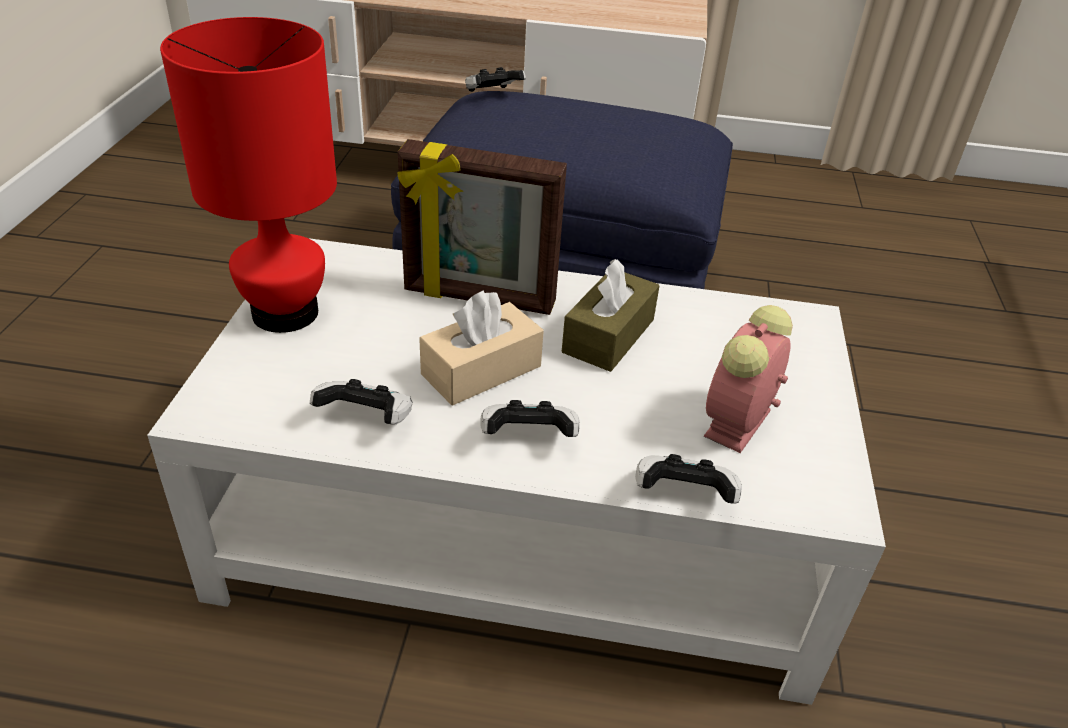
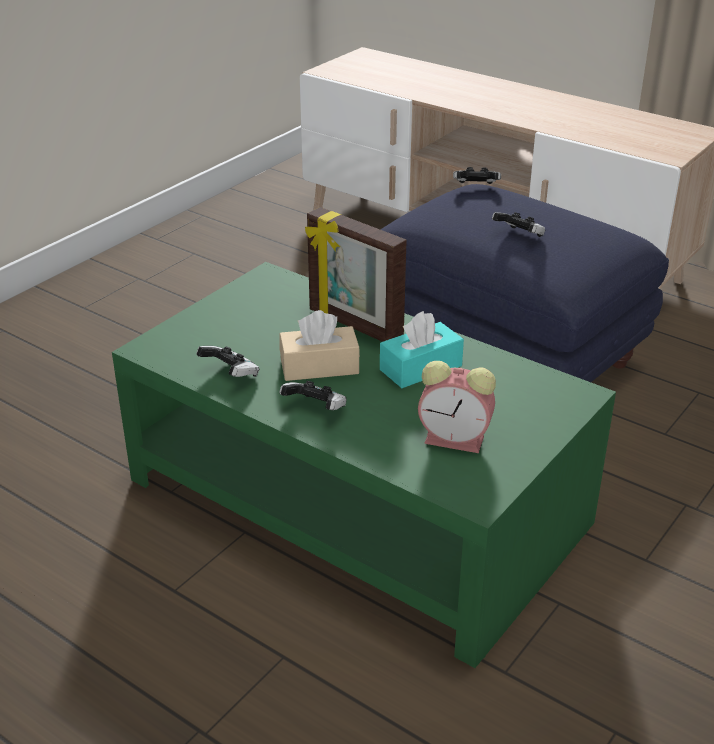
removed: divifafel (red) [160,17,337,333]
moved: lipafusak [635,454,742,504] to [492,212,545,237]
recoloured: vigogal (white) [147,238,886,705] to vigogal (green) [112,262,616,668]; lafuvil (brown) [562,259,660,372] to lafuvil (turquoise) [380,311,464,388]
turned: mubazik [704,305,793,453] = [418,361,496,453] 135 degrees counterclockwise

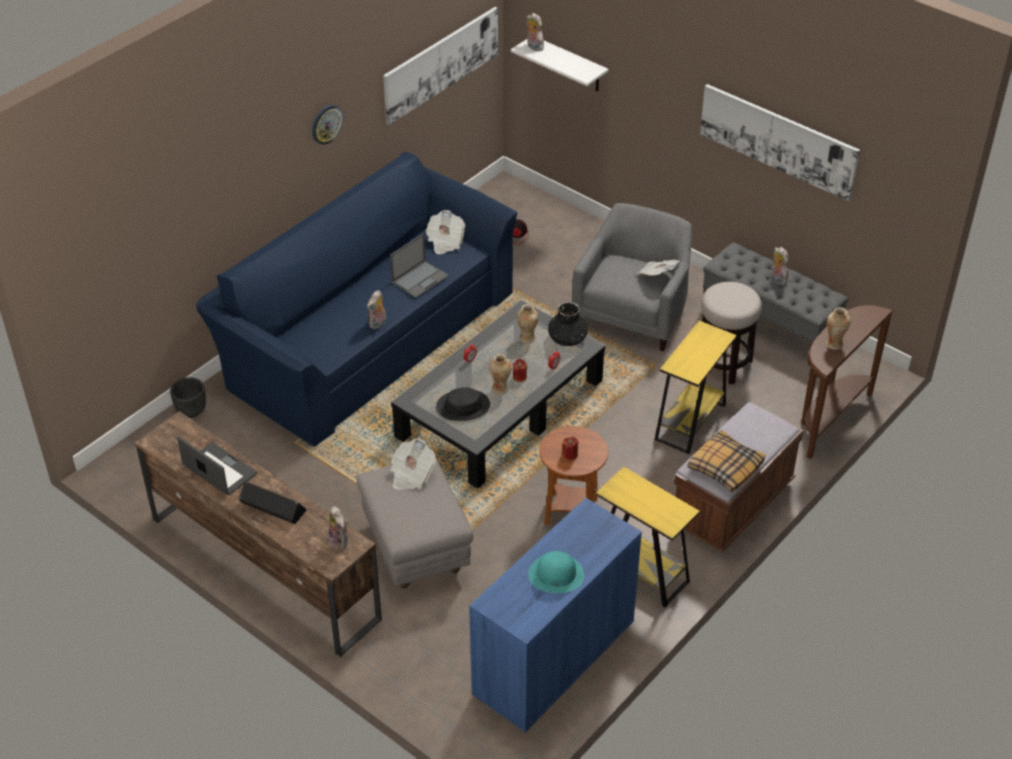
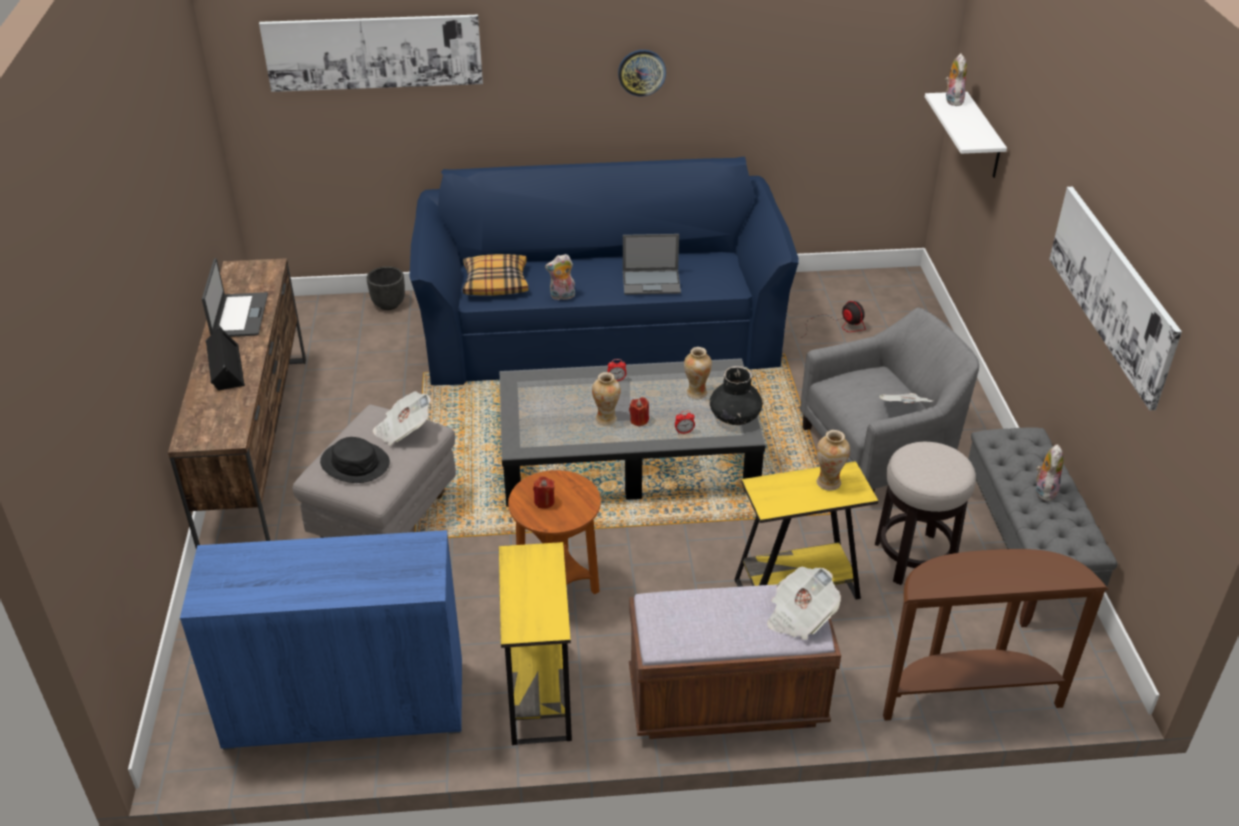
removed: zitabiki [328,506,349,550]; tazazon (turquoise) [528,551,584,593]
moved: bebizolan [383,7,498,125] to [259,15,483,92]; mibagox [425,210,465,254] to [767,567,841,640]; tazazon (black) [436,387,490,421] to [320,437,390,483]; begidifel [688,430,766,492] to [463,254,528,296]; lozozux [826,307,851,350] to [817,430,850,490]

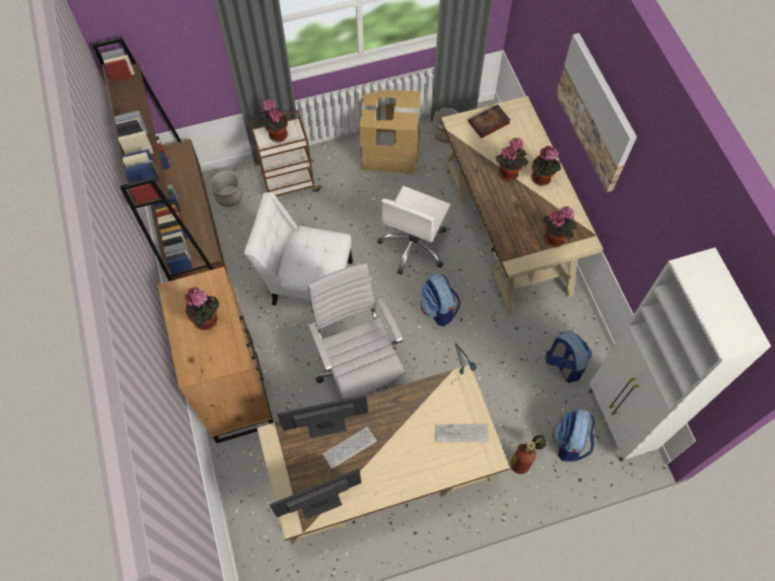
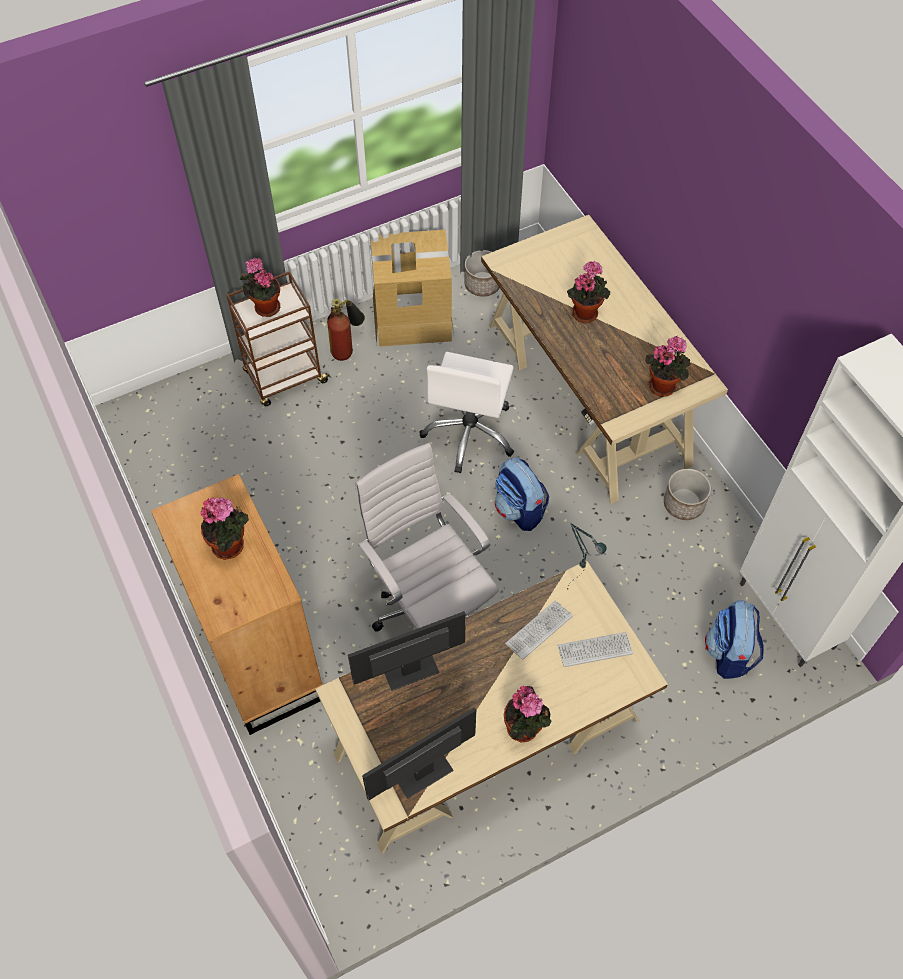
removed: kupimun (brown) [92,37,228,281]; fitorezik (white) [244,192,353,306]; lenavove [468,104,510,138]; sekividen [546,330,592,383]; bebizolan [556,33,637,192]
moved: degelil [211,171,243,207] to [664,469,711,520]; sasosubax [323,427,377,469] to [505,600,573,660]; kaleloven [511,435,546,474] to [327,298,365,361]; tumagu [532,146,561,186] to [504,686,551,743]

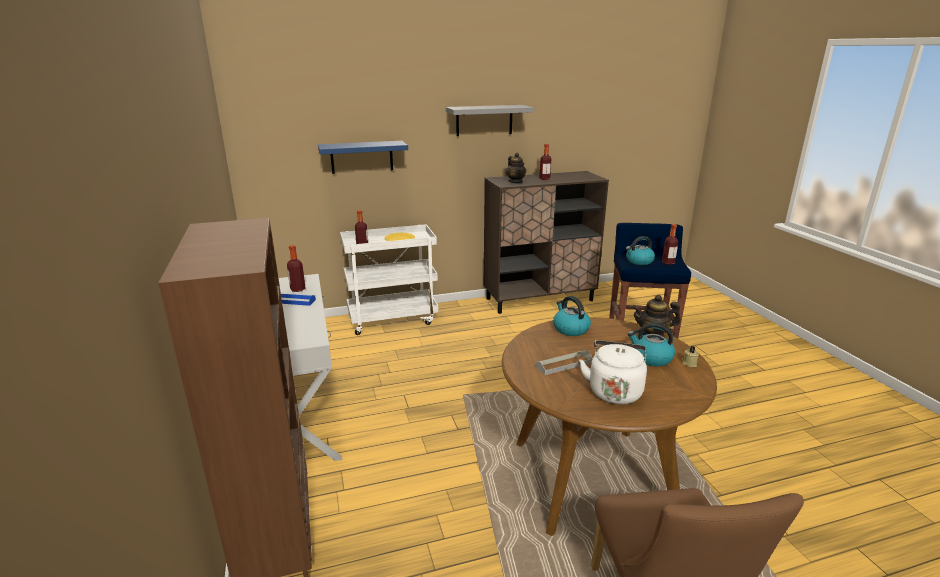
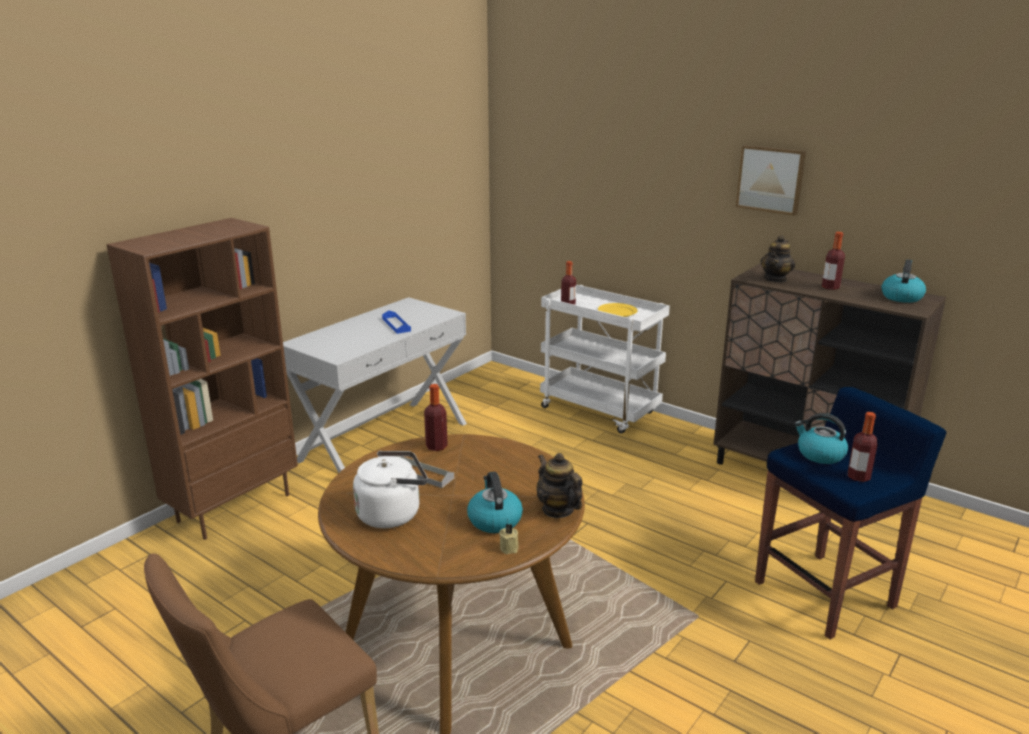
removed: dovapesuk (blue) [318,141,408,174]
moved: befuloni [287,245,306,292] to [424,384,448,451]; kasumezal [553,296,591,336] to [882,259,926,303]
replaced: dovapesuk (grey) [446,105,533,136] to bebizolan [736,145,806,216]

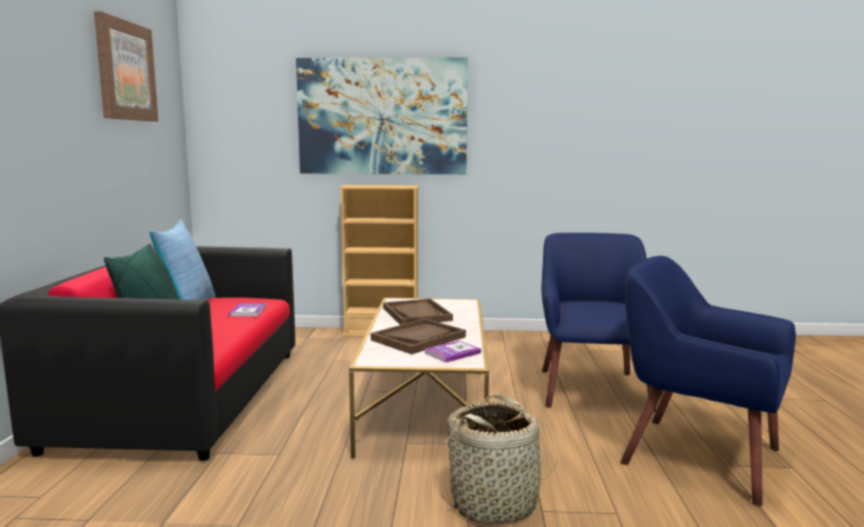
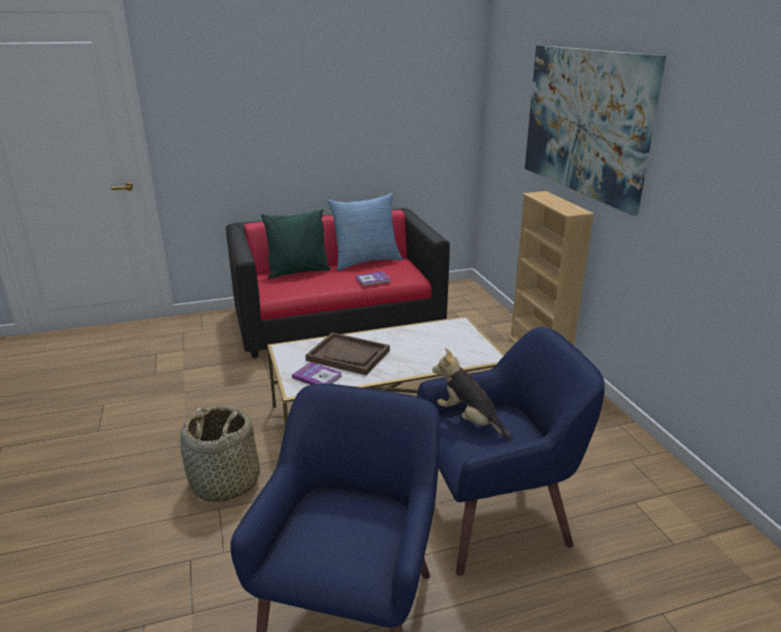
removed: bebizolan [94,11,158,121]; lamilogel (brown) [383,299,453,325]
added: zitabiki [432,348,513,441]

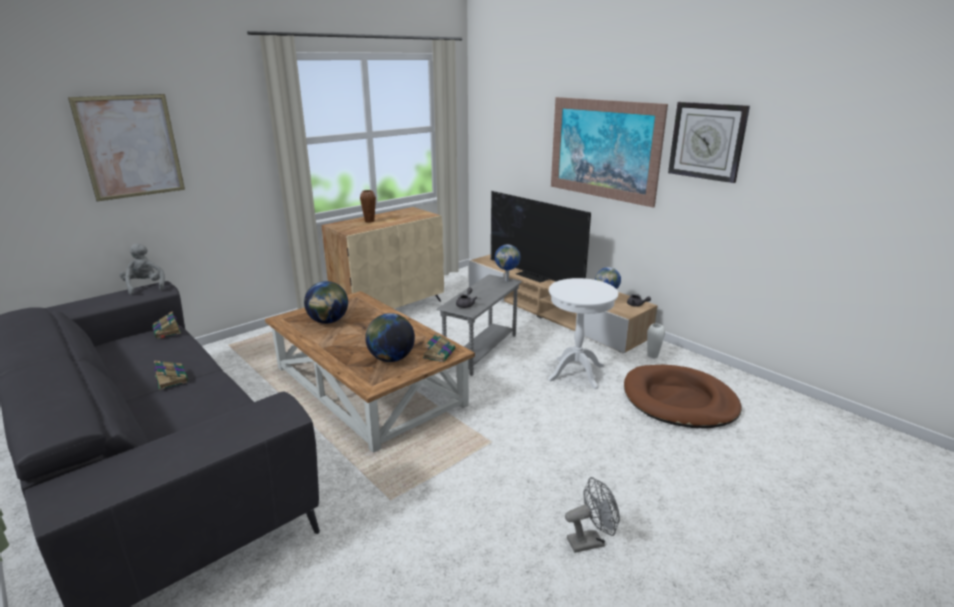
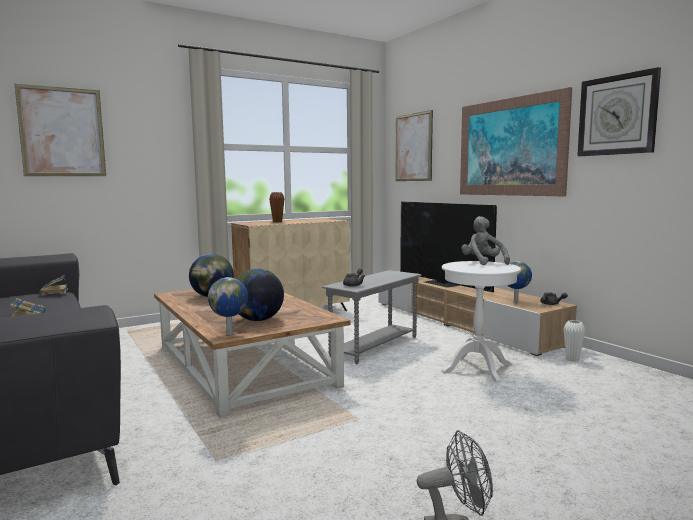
removed: lenavove [423,333,455,362]; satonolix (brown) [624,365,741,429]
added: bebizolan [396,110,433,181]
moved: zitabiki (grey) [120,243,165,294] to [461,216,510,265]; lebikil [495,244,520,281] to [208,277,248,335]

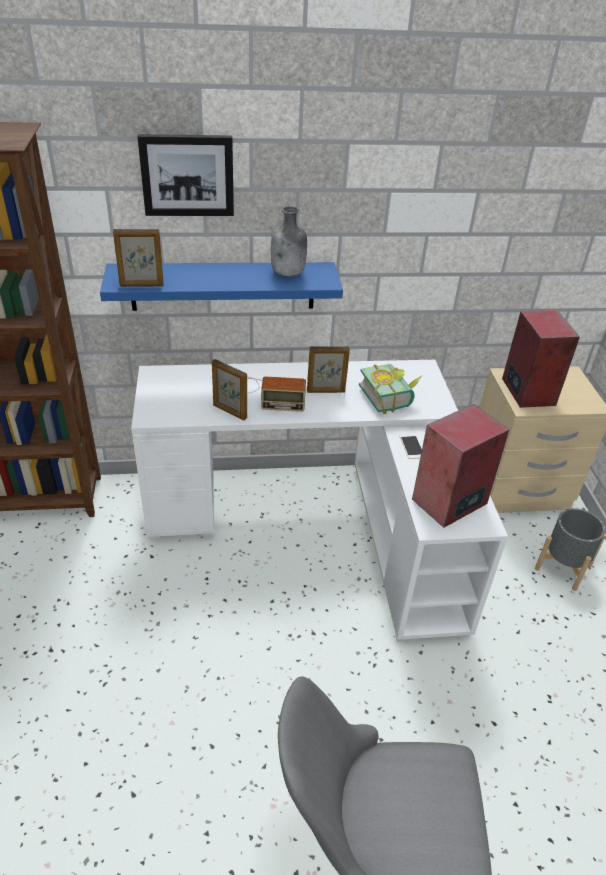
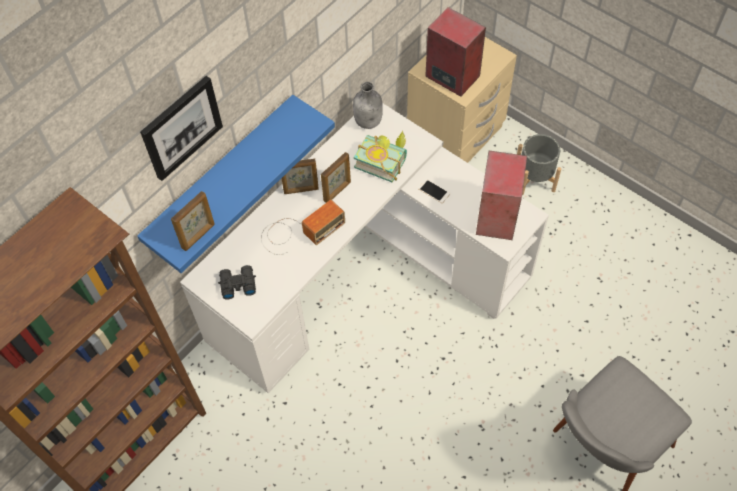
added: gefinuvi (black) [218,265,256,300]
moved: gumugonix [212,359,247,420] to [282,159,319,194]; befuloni (grey) [271,206,307,277] to [353,82,383,129]

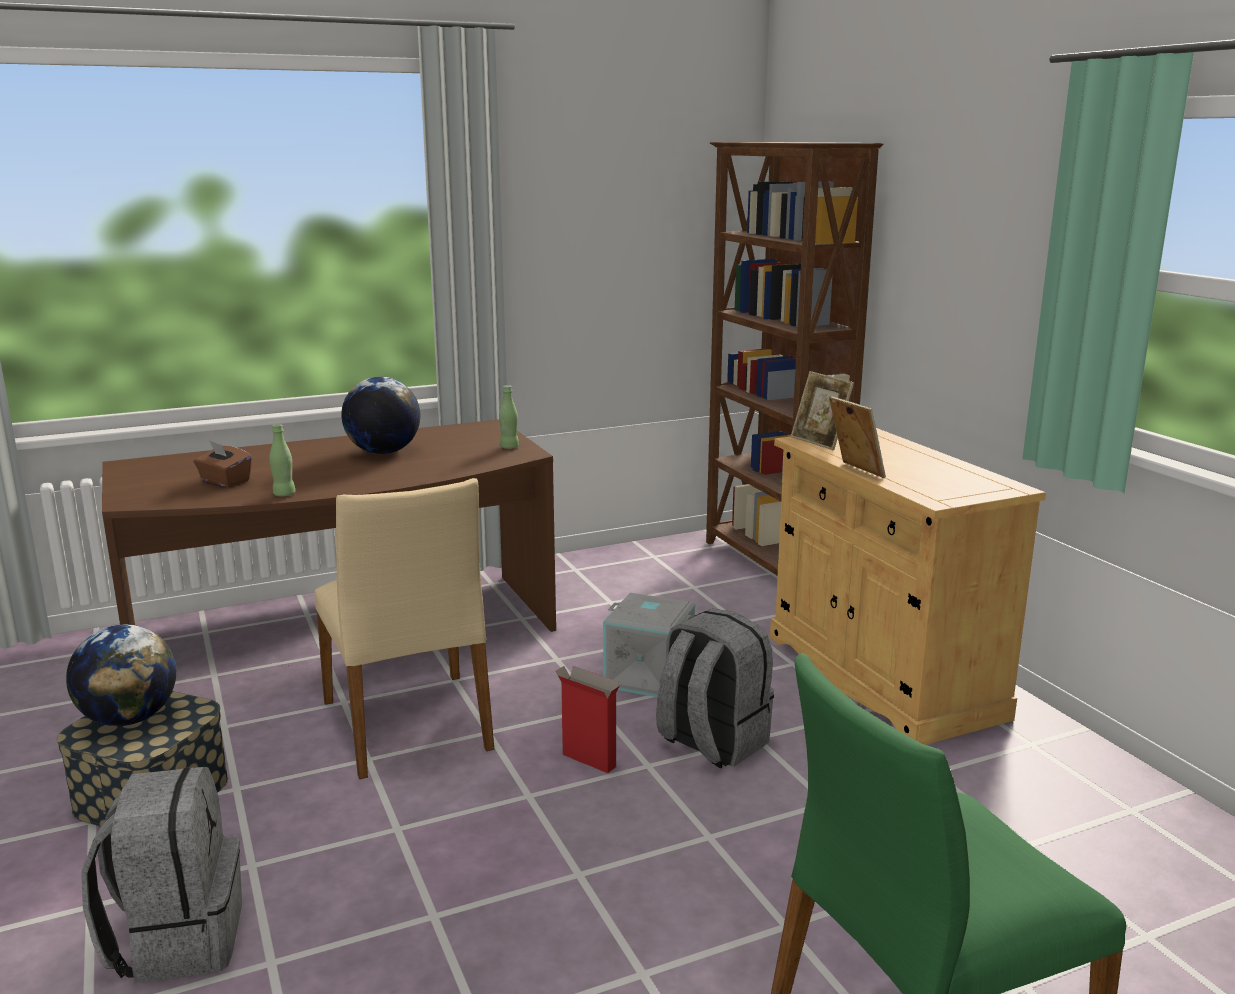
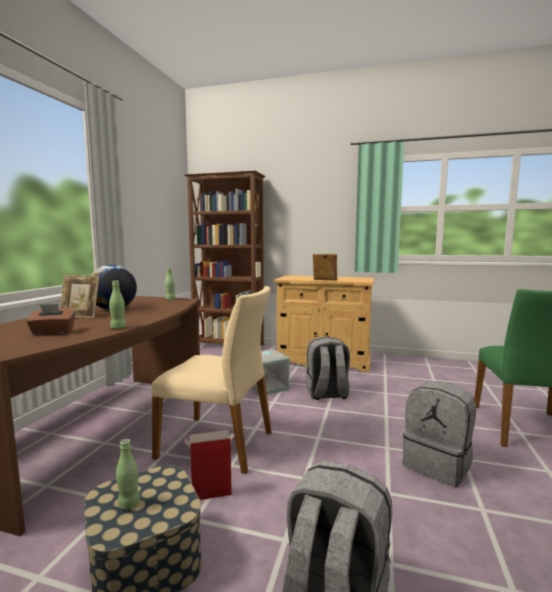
added: sekividen (grey) [403,381,476,487]
moved: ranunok [555,666,620,773] to [184,430,234,500]; gumugonix [791,371,854,450] to [60,275,99,318]
replaced: lebikil [66,624,176,726] to befuloni (green) [116,439,140,510]

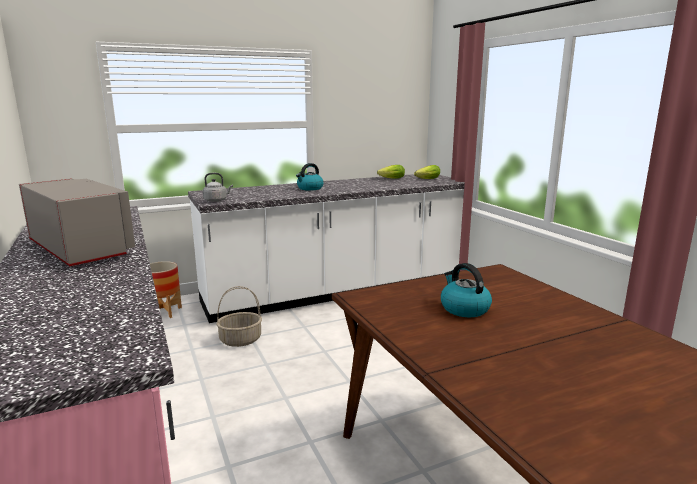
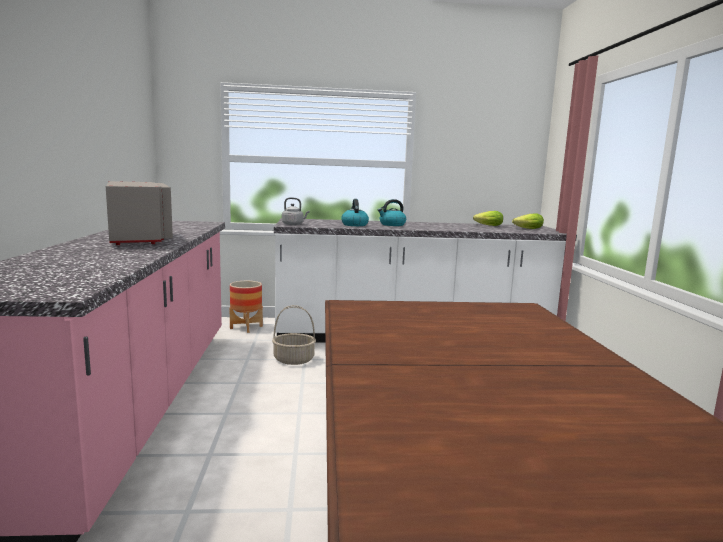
moved: kasumezal [441,263,492,317] to [341,199,369,226]

